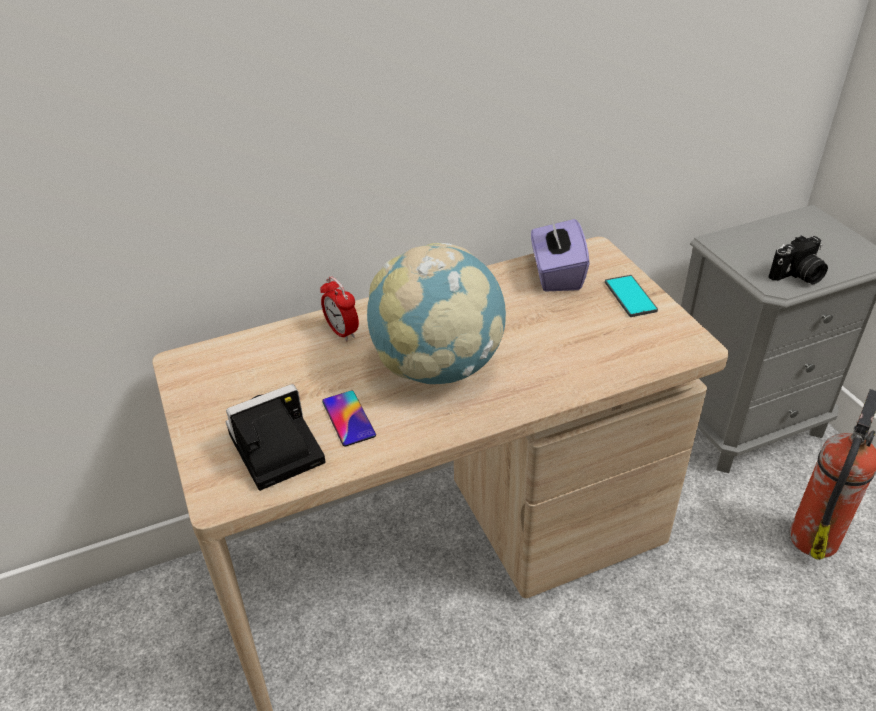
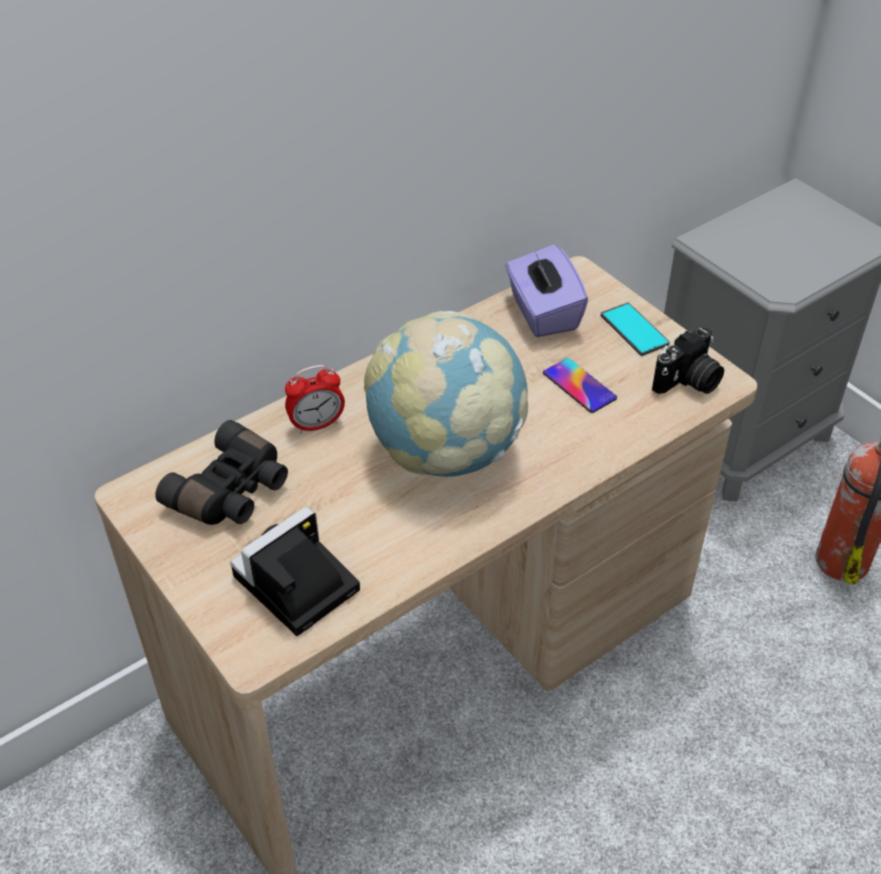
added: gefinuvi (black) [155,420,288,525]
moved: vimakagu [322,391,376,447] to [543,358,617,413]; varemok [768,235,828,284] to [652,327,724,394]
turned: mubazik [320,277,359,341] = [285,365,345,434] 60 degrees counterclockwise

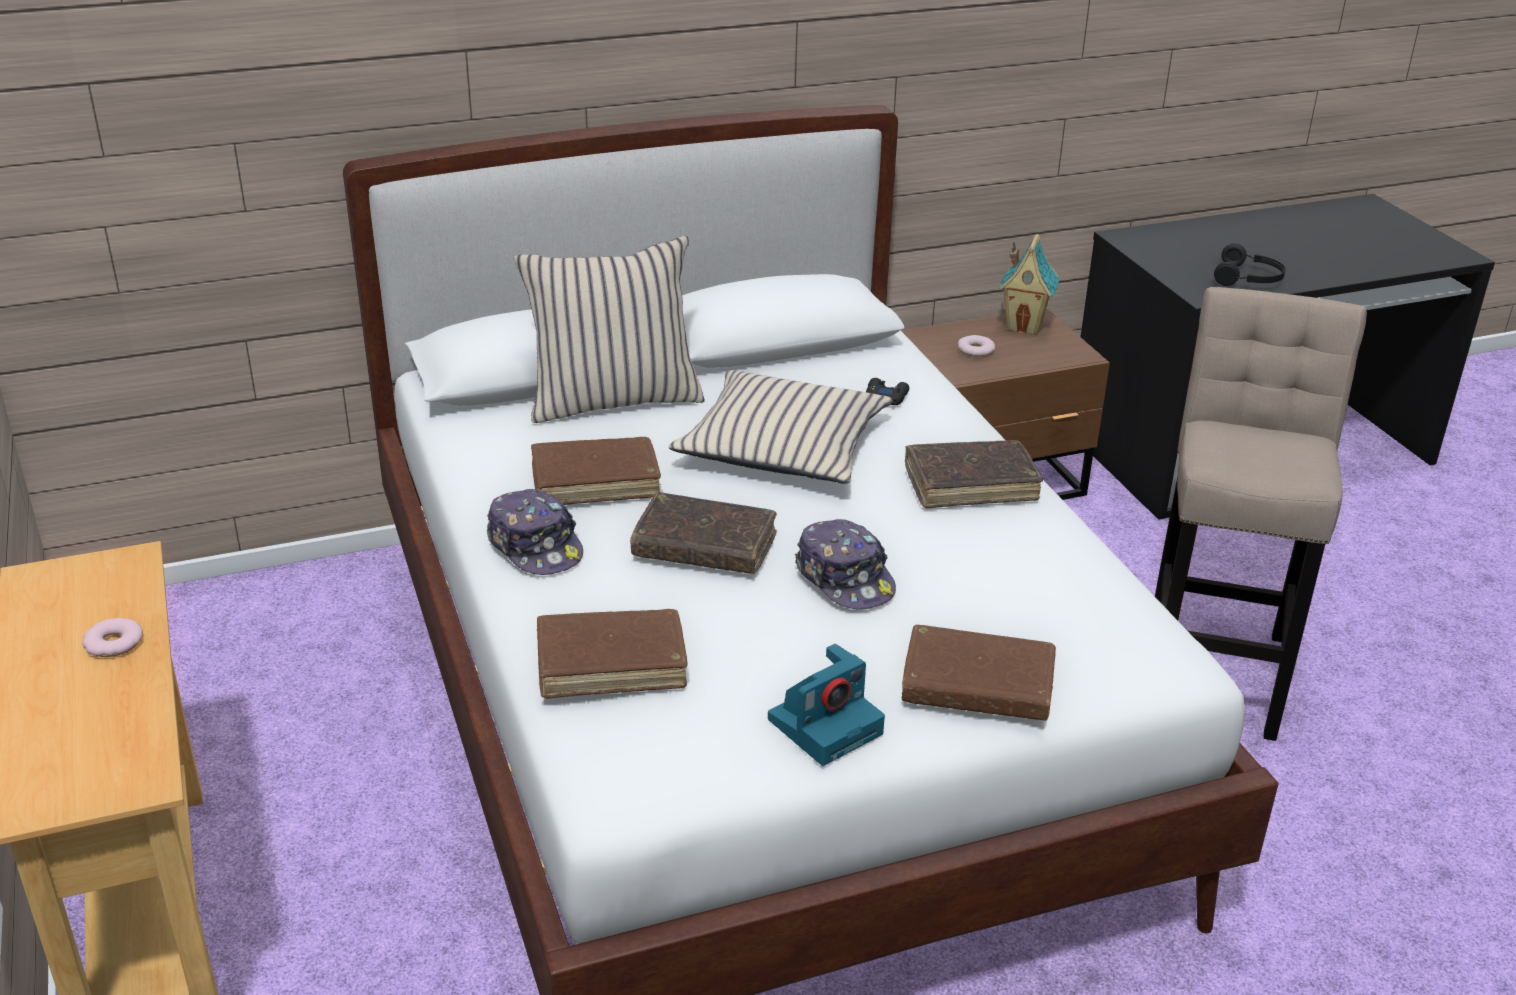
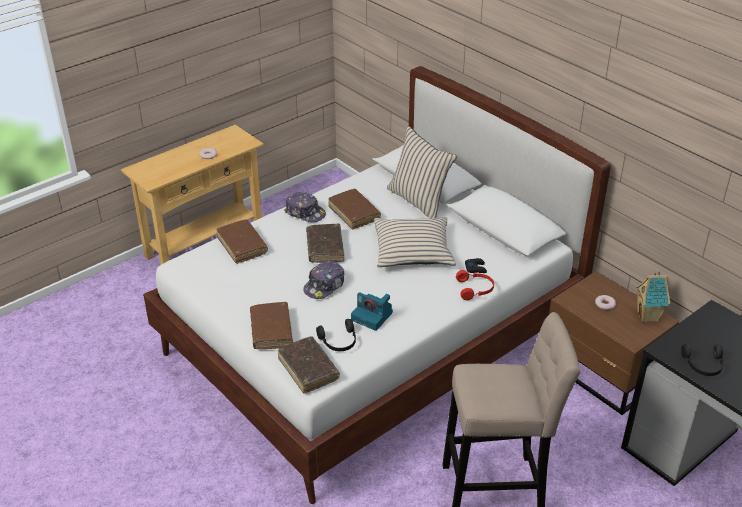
added: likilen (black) [316,319,356,351]; likilen (red) [456,270,494,300]
moved: varemok [768,644,885,766] to [351,292,393,331]; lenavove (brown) [905,440,1043,509] to [278,336,340,394]
turned: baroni [487,489,583,575] = [284,192,326,222] 90 degrees counterclockwise

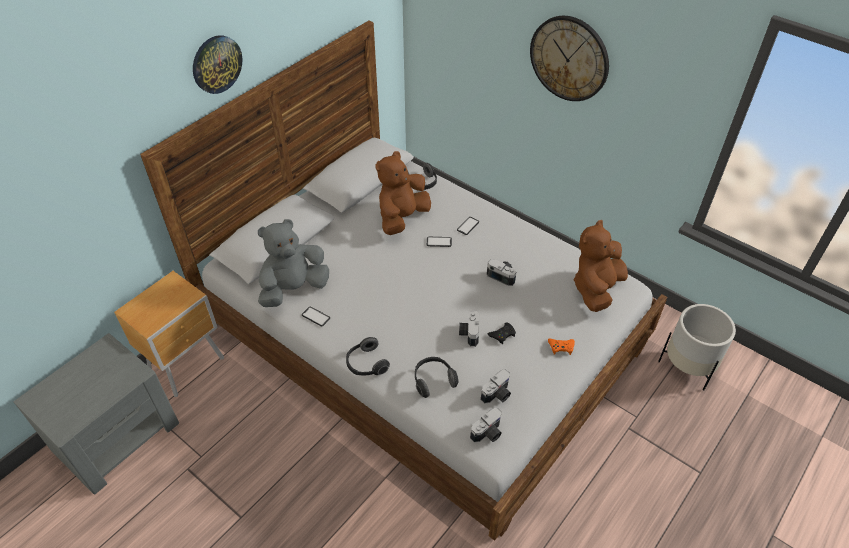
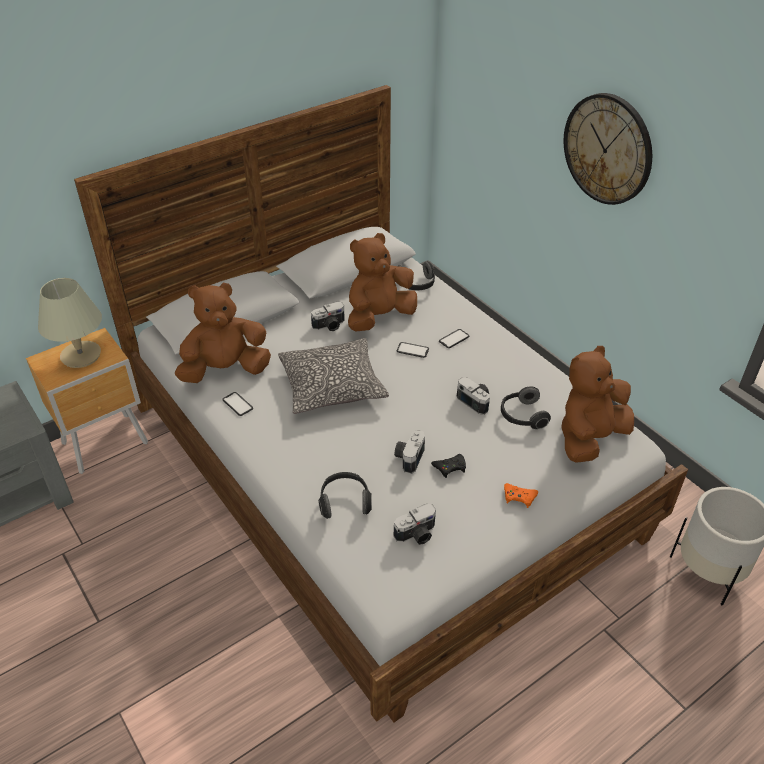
removed: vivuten [193,35,242,94]
added: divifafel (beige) [38,278,102,368]; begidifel [278,338,389,414]
moved: likilen [346,337,390,375] to [501,386,551,429]; varemok [470,408,502,442] to [311,302,345,331]
recoloured: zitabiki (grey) [258,219,329,307] to zitabiki (brown) [175,282,271,383]

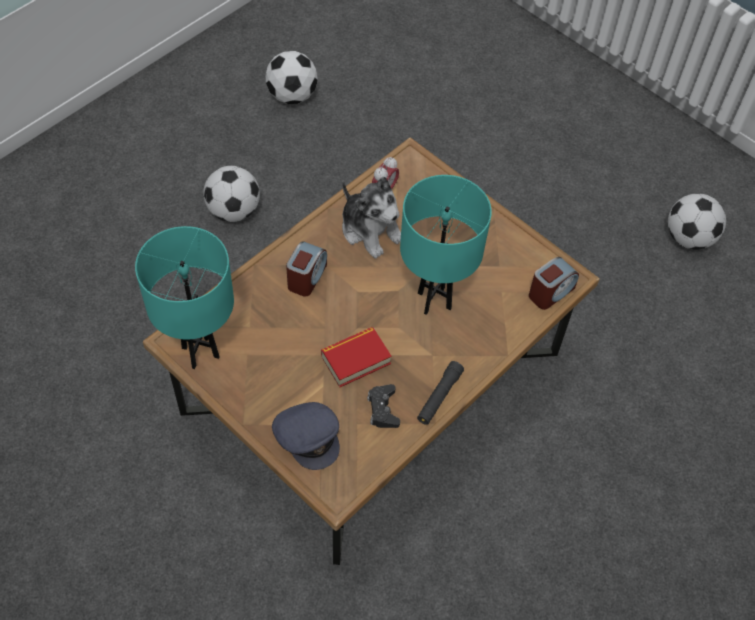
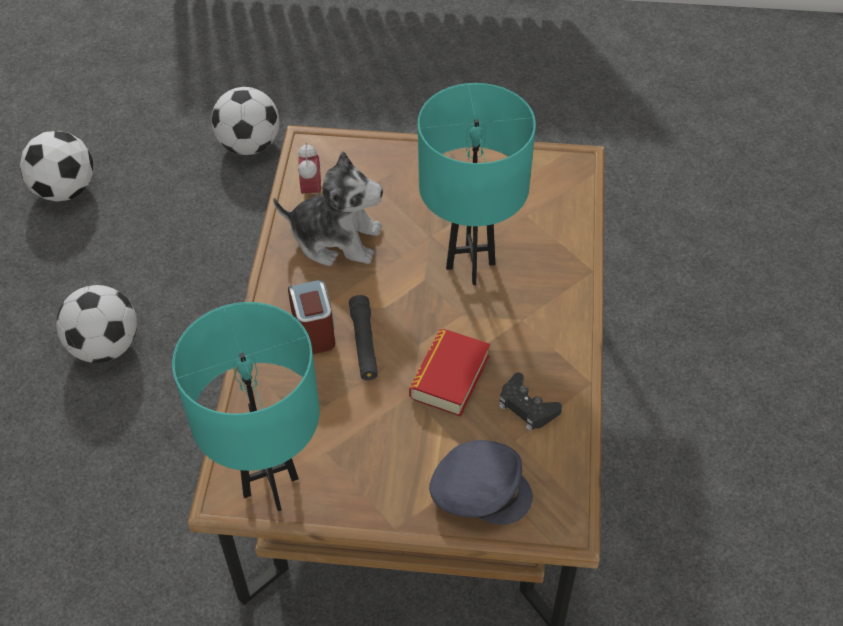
removed: mubazik [529,257,579,310]
moved: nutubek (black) [417,361,464,425] to [349,295,378,380]; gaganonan [668,193,726,250] to [211,87,279,155]

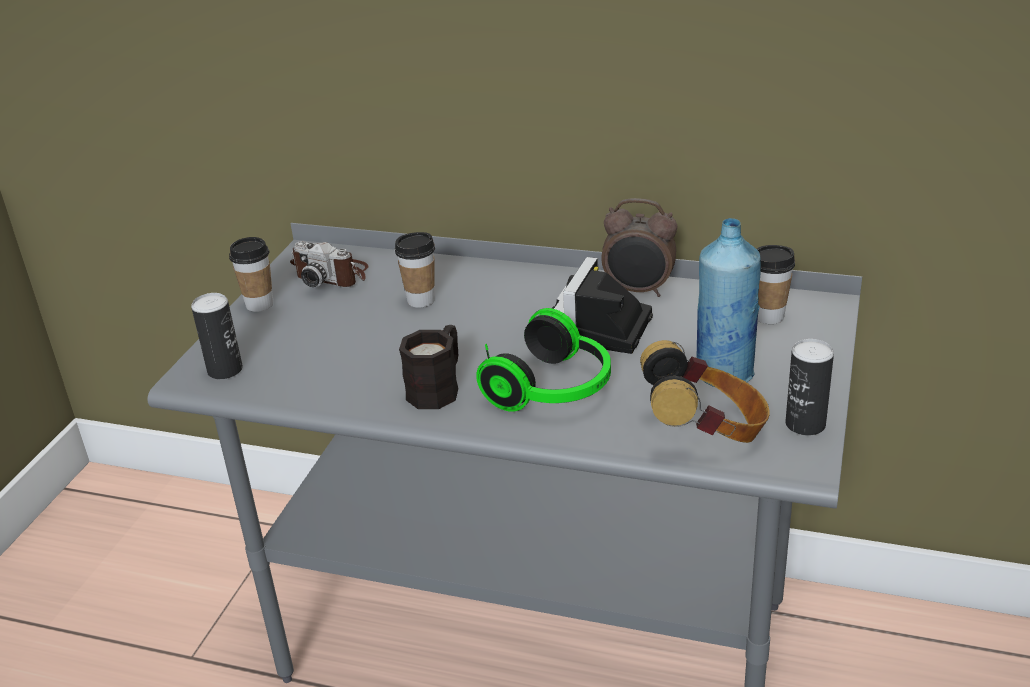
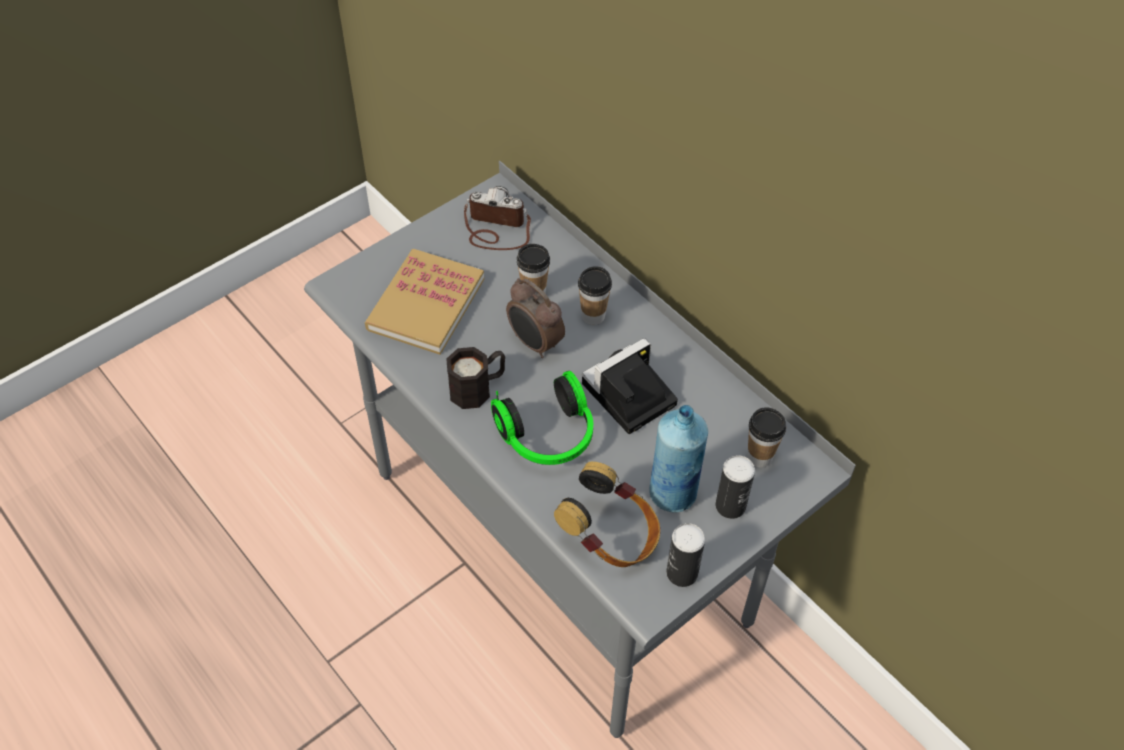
added: lenavove [365,249,484,355]
moved: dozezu [191,293,243,379] to [715,455,755,519]; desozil [229,237,273,312] to [578,266,612,325]; mubazik [601,198,677,297] to [506,278,565,358]
turned: varemok [290,241,369,287] = [464,186,531,250] 135 degrees clockwise

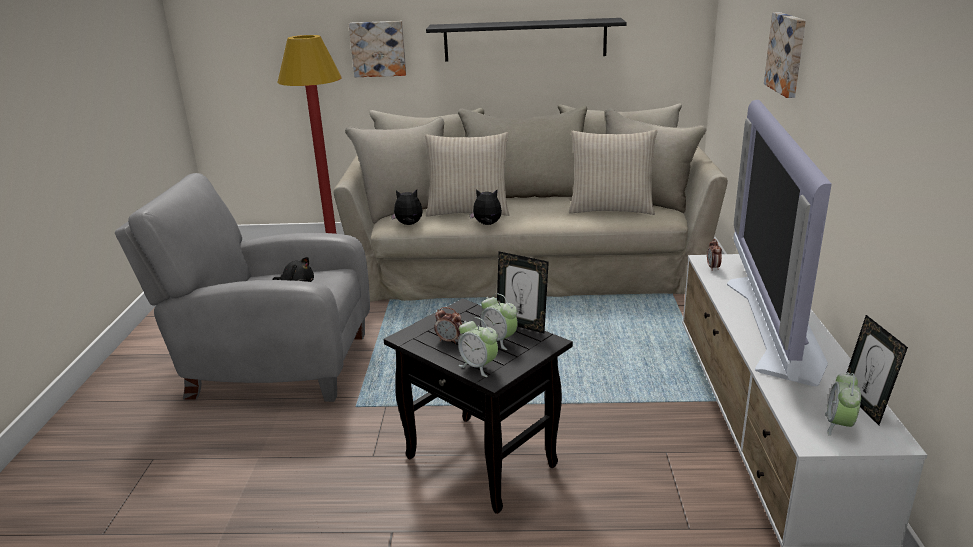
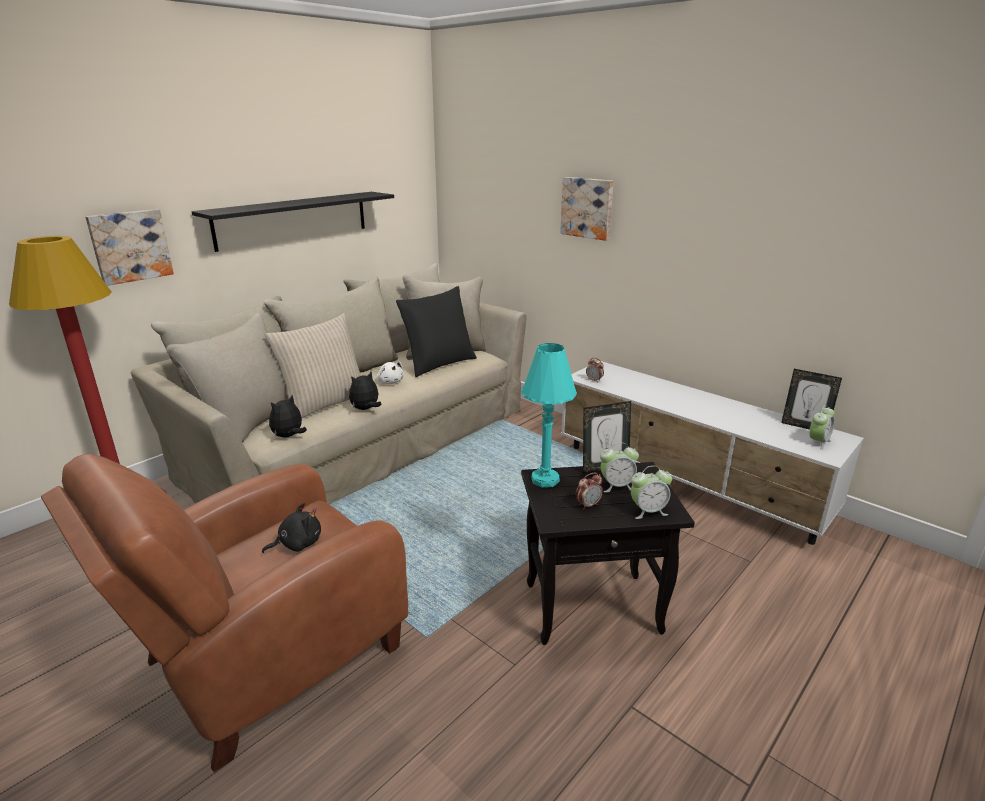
removed: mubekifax [727,100,832,386]
added: zitabiki (white) [376,362,404,384]; divifafel (turquoise) [521,343,577,488]
recoloured: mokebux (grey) [115,173,370,402] to mokebux (brown) [41,454,408,772]; begidifel (beige) [569,130,658,215] to begidifel (black) [396,286,477,377]
turned: mubazik [825,372,861,436] = [810,405,835,450] 105 degrees counterclockwise

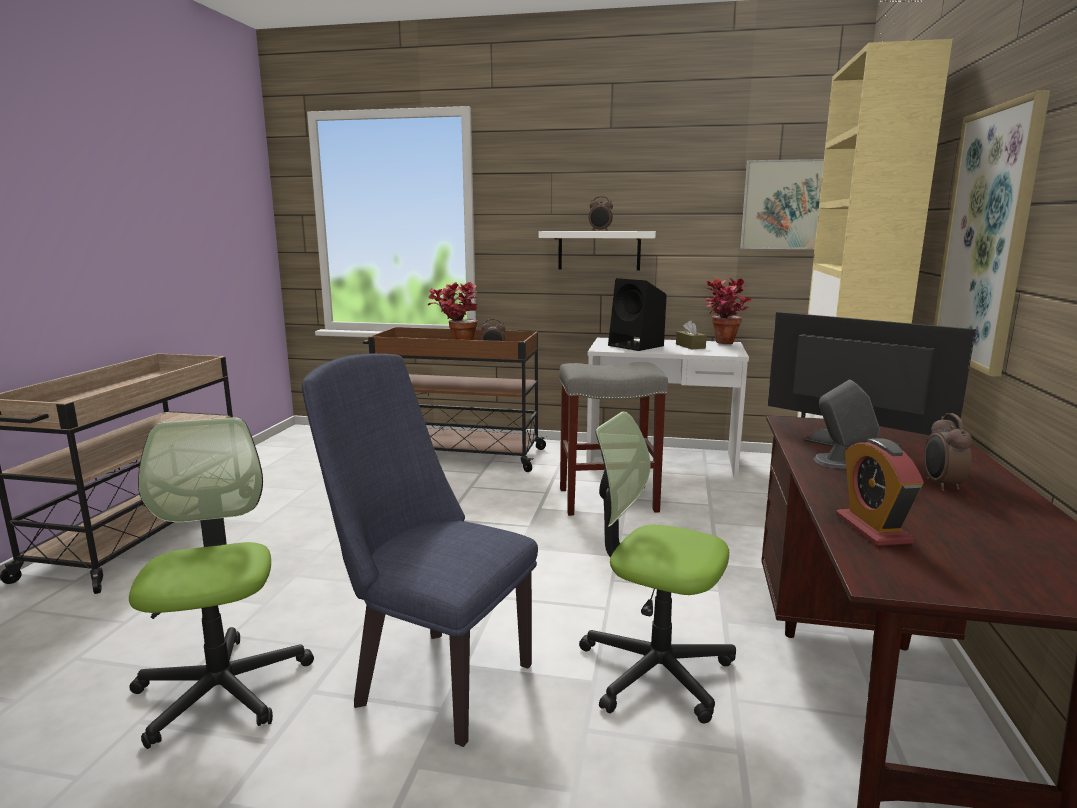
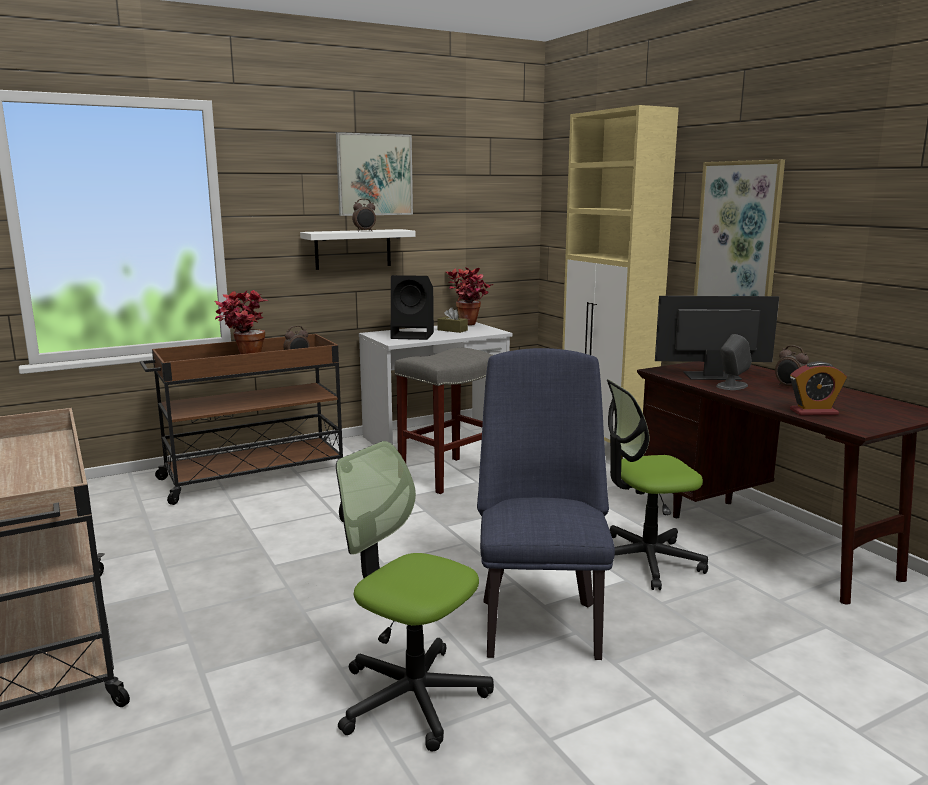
moved: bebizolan [740,159,824,249] to [336,132,413,216]
turned: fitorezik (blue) [302,353,538,747] = [477,348,615,660] 105 degrees clockwise; mubazik [836,438,924,546] = [790,361,847,415] 45 degrees counterclockwise

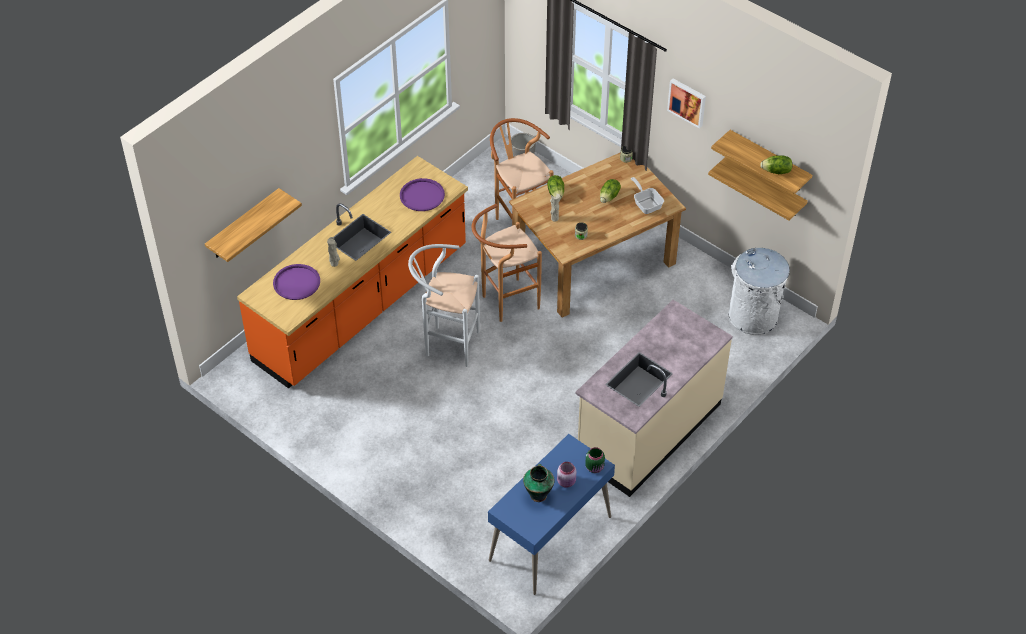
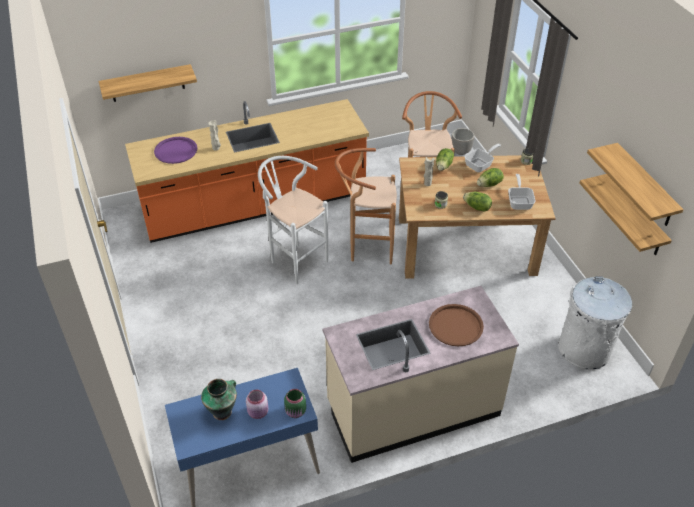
removed: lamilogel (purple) [400,178,445,211]; bebizolan [667,79,706,129]
added: lamilogel (brown) [429,304,484,346]; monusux [465,144,501,172]
moved: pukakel [760,155,793,174] to [463,192,492,212]

